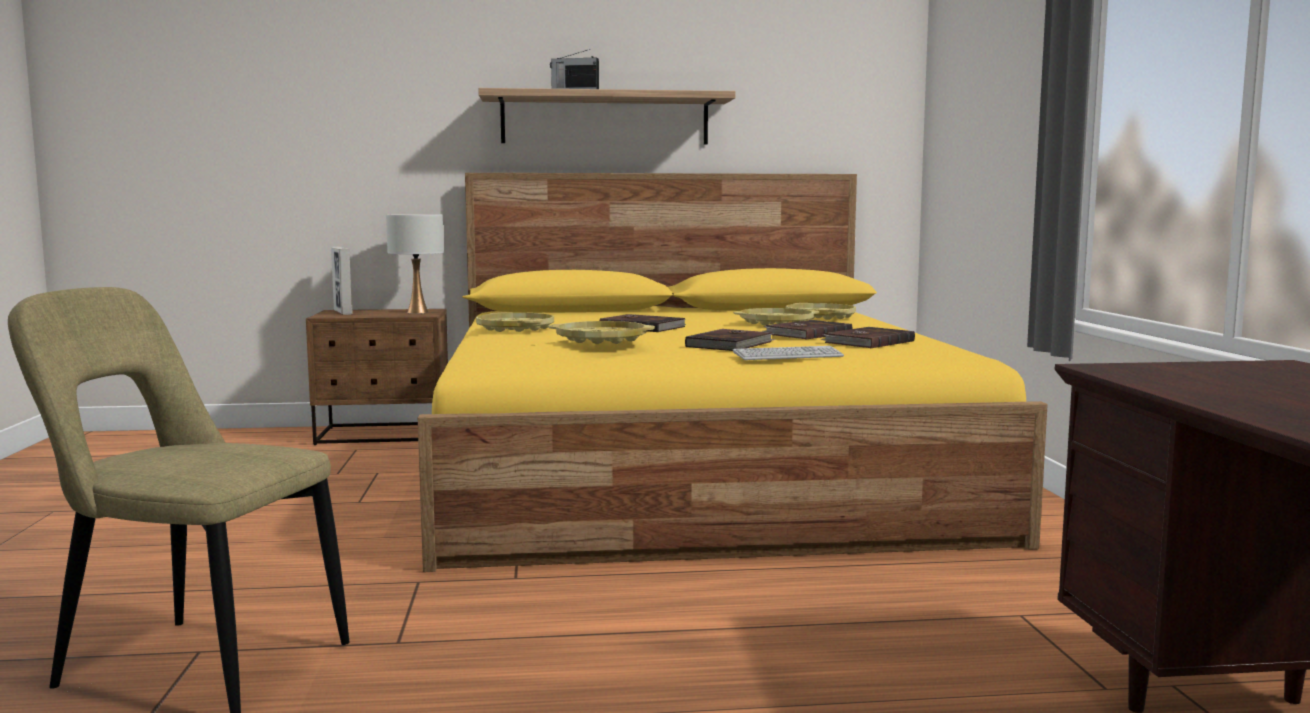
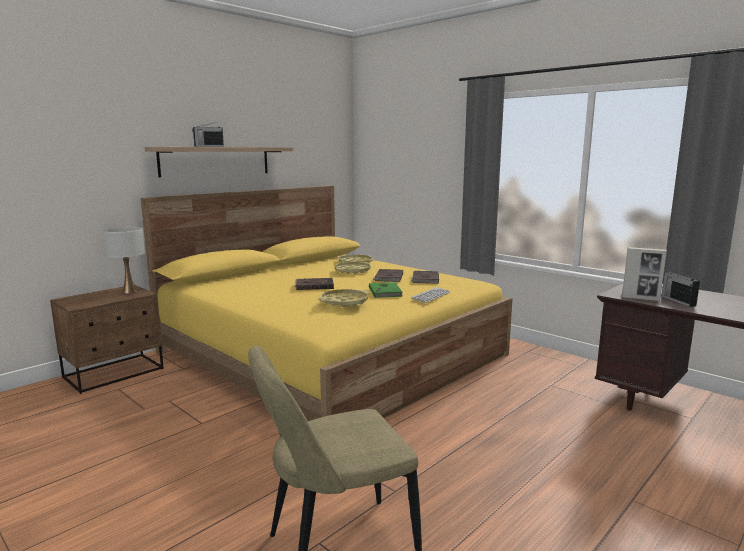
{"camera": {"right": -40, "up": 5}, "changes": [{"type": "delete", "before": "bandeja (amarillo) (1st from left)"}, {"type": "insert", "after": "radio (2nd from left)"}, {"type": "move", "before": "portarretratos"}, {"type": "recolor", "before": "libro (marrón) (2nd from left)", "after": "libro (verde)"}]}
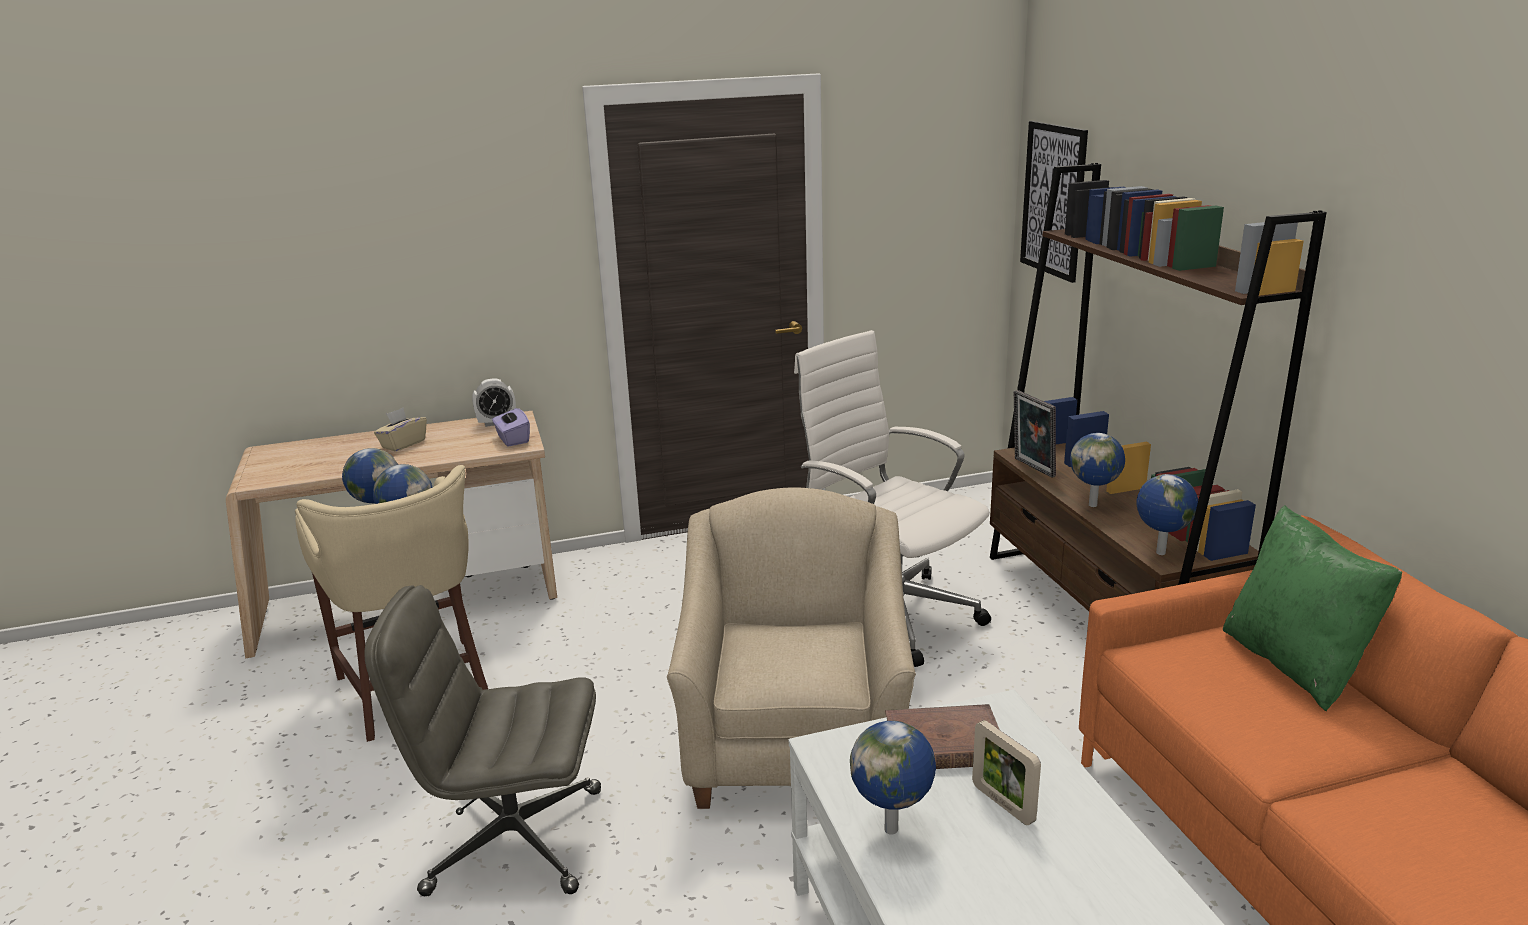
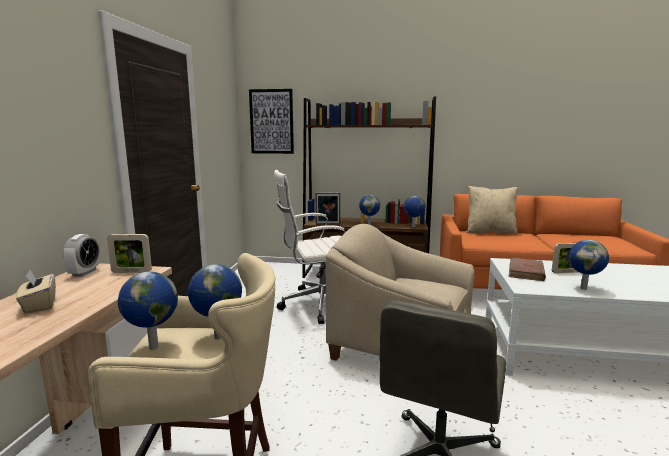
{"camera": {"right": -65, "up": -10}, "changes": [{"type": "replace", "before": "caja de pañuelos (morado)", "after": "portarretratos (1st from left)"}, {"type": "recolor", "before": "cojín (verde)", "after": "cojín (beis)"}]}
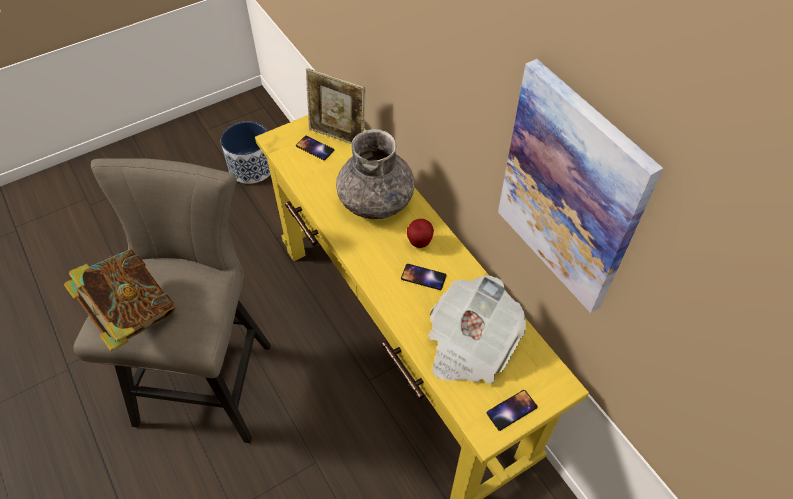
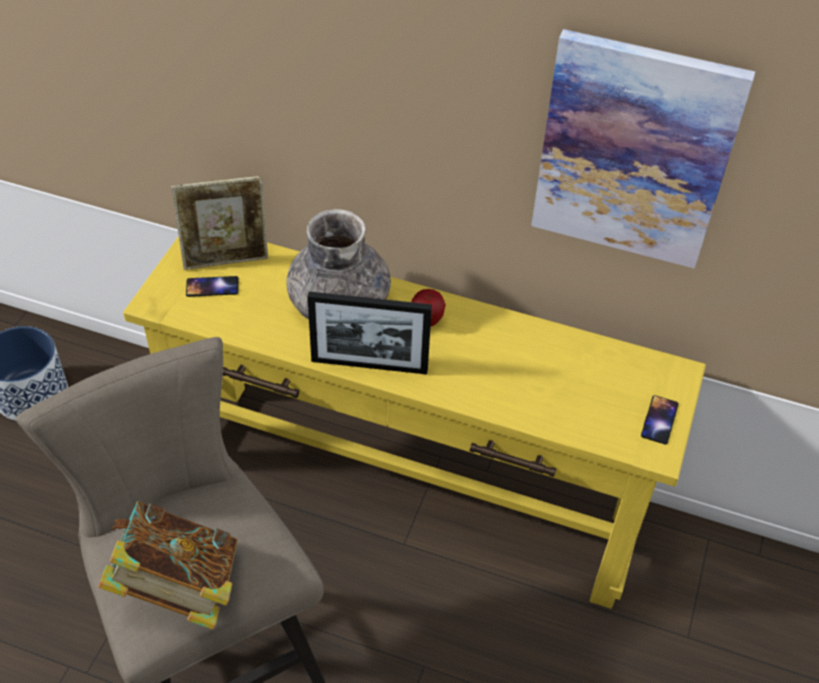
{"camera": {"right": -40, "up": -5}, "changes": [{"type": "delete", "before": "móvil (2nd from left)"}, {"type": "delete", "before": "periódico"}, {"type": "insert", "after": "portarretratos (2nd from left)"}]}
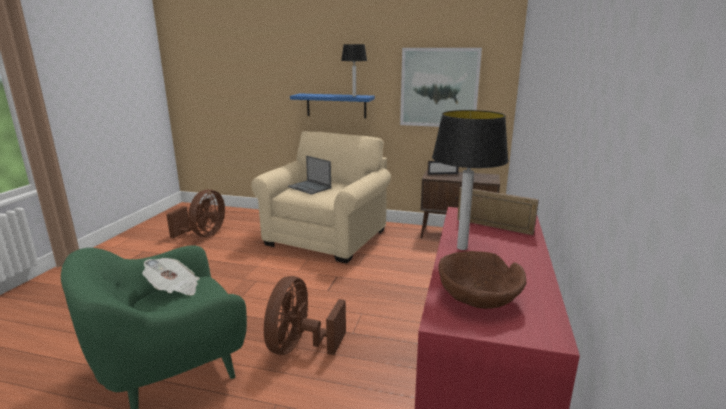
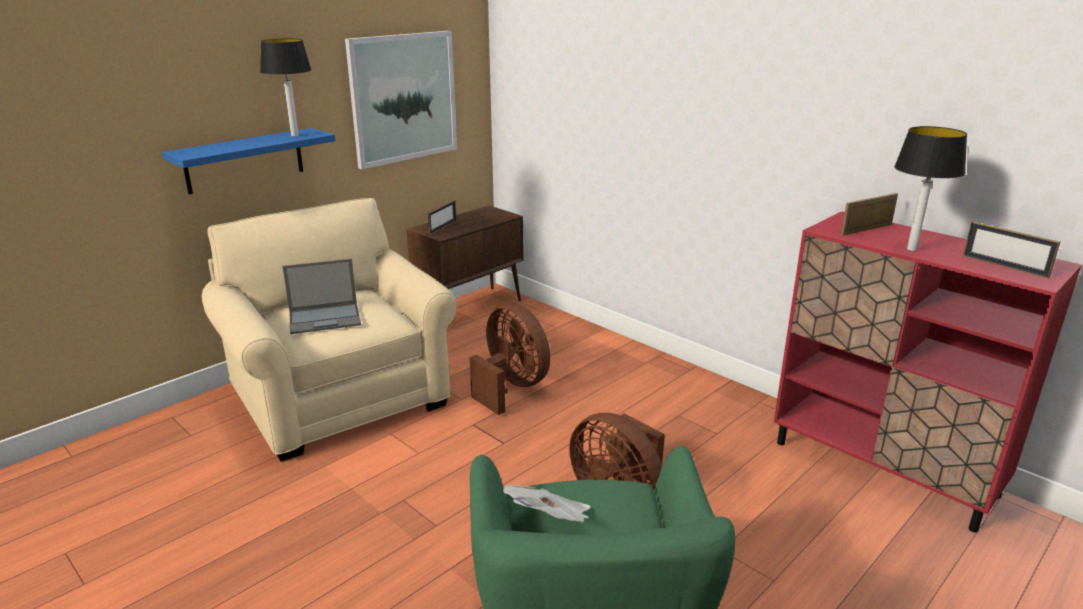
{"camera": {"right": -60, "up": 5}, "changes": [{"type": "move", "before": "ventilador (marrón) (1st from left)"}, {"type": "replace", "before": "cuenco (marrón)", "after": "portarretratos (3rd from left)"}]}
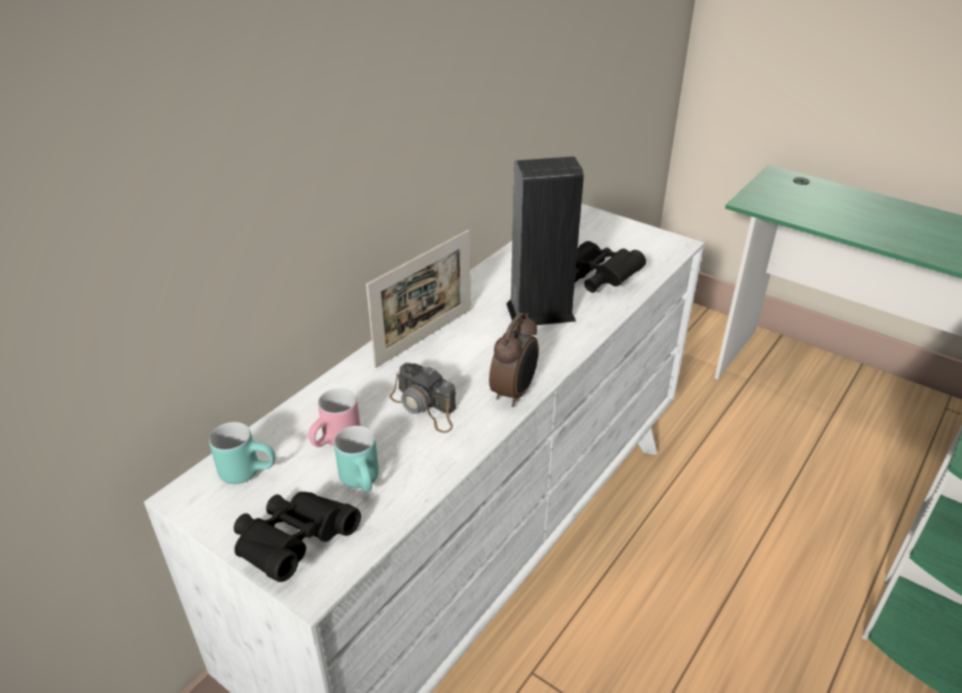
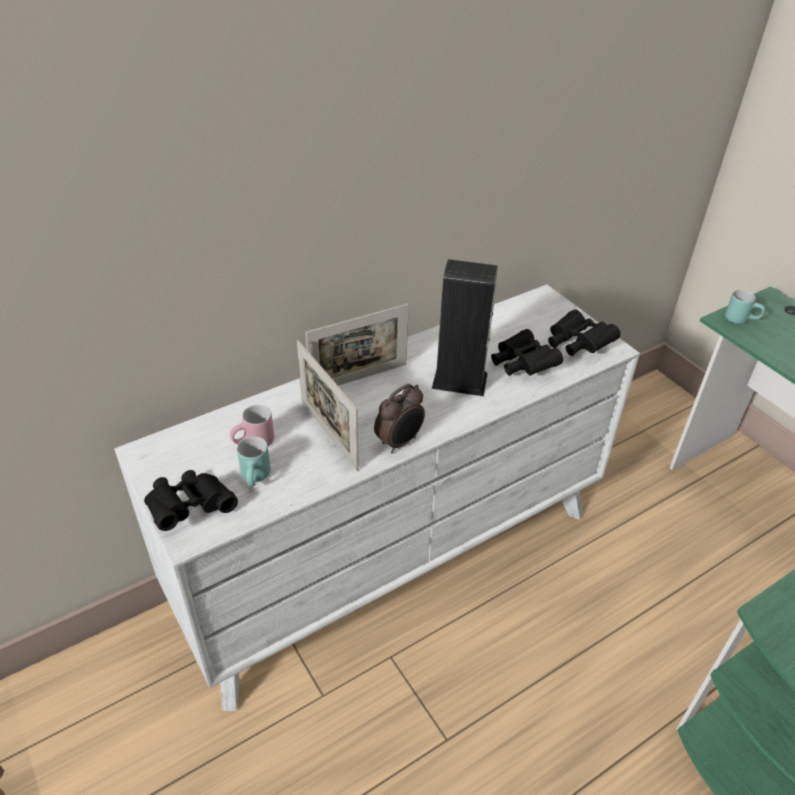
{"camera": {"right": 20, "up": 5}, "changes": [{"type": "insert", "after": "prismáticos (negro) (3rd from left)"}, {"type": "move", "before": "taza grande (turquesa) (1st from left in the first image)", "after": "taza grande (turquesa) (2nd from left)"}, {"type": "replace", "before": "cámara", "after": "portarretratos (1st from left)"}]}
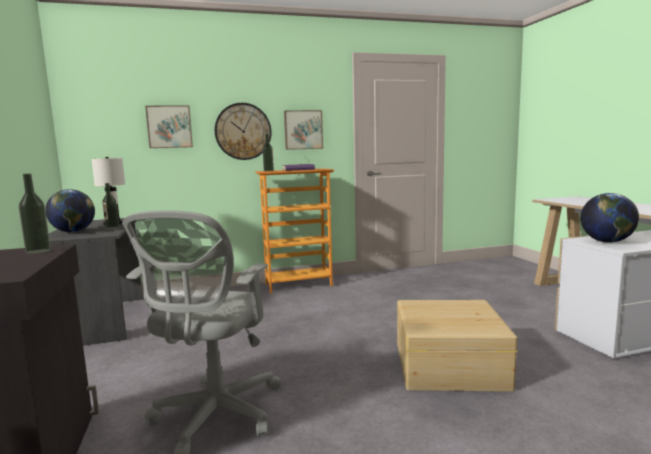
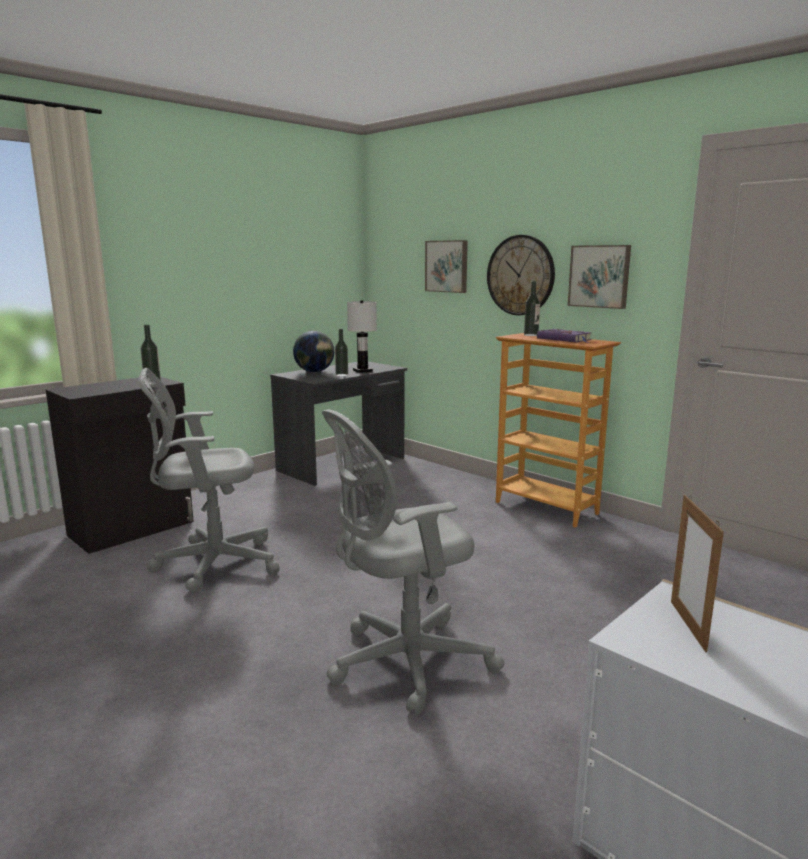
{"camera": {"right": 60, "up": 5}, "changes": [{"type": "replace", "before": "caja de almacenaje (beis)", "after": "silla de oficina (gris) (2nd from left)"}, {"type": "replace", "before": "globo terráqueo (2nd from left)", "after": "portarretratos"}]}
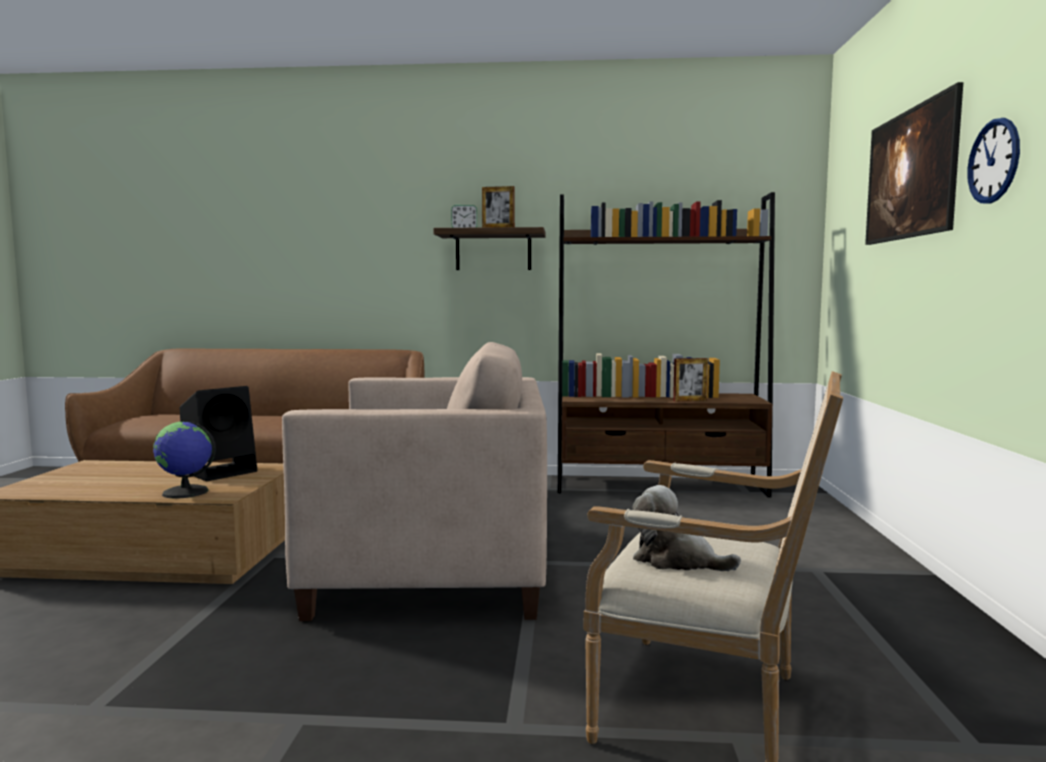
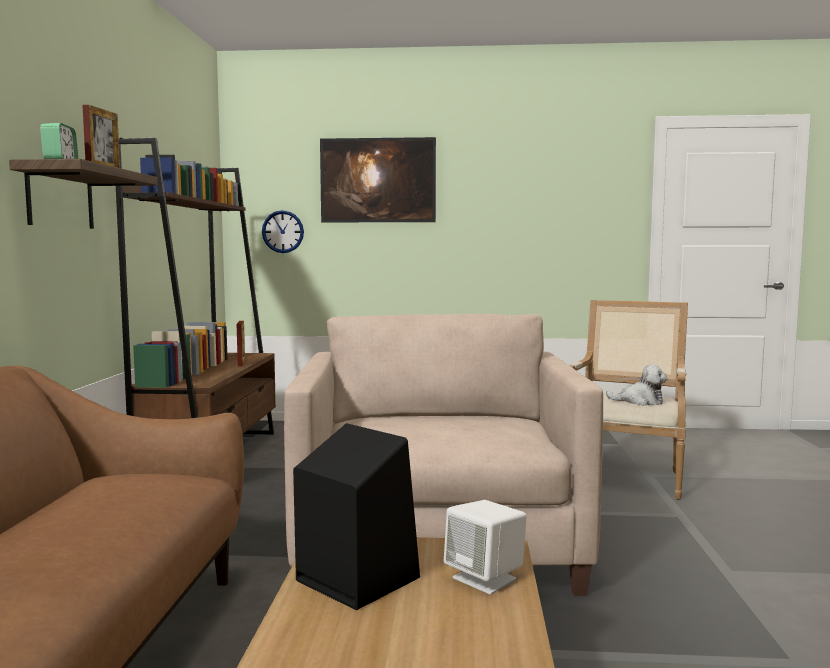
{"camera": {"right": -90, "up": 0}, "changes": [{"type": "move", "before": "reloj de pared"}, {"type": "replace", "before": "globo terráqueo", "after": "altavoz (blanco)"}, {"type": "rotate", "before": "peluche", "turn": -105}]}
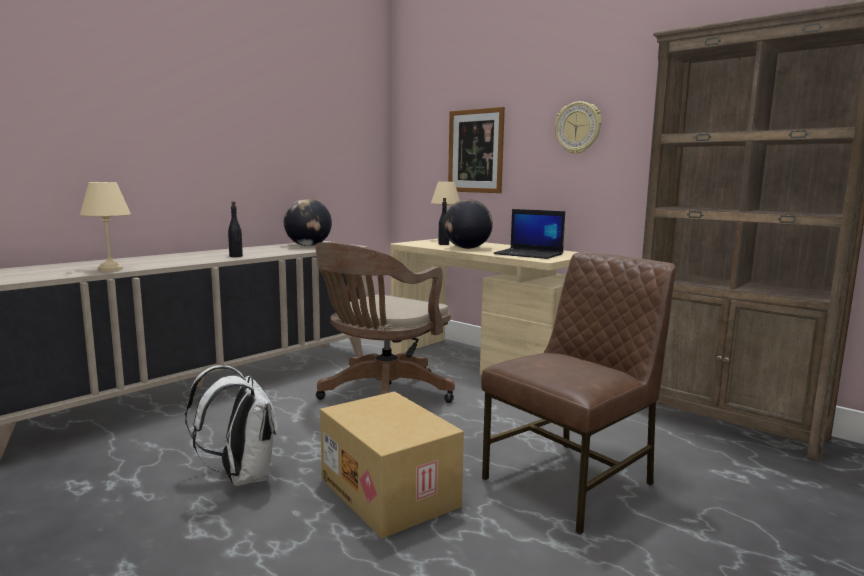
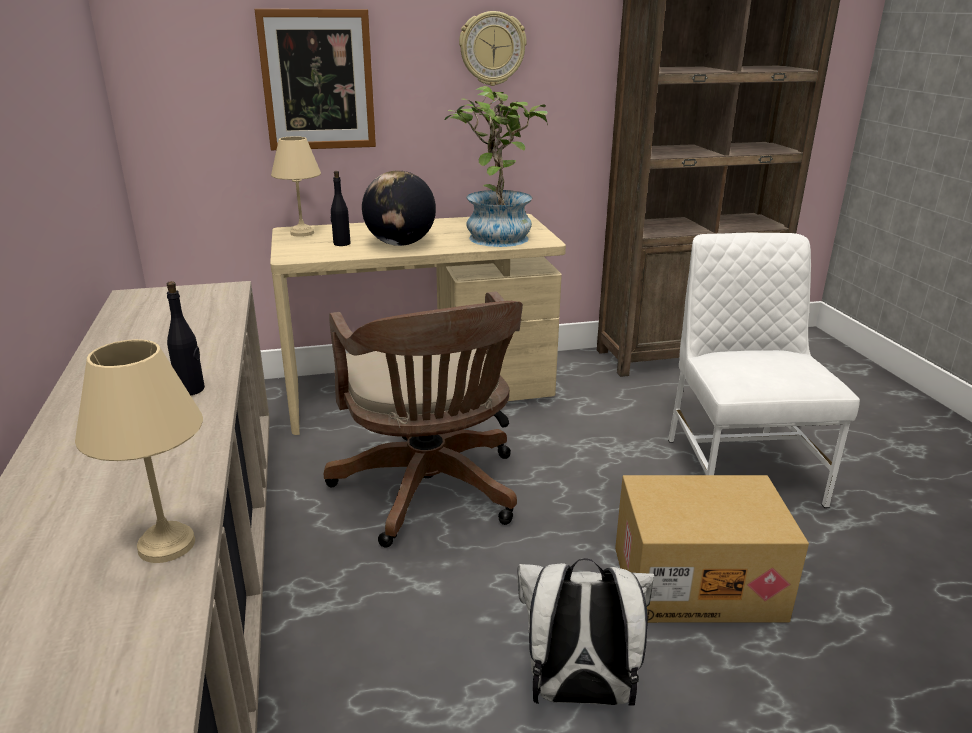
{"camera": {"right": -55, "up": 15}, "changes": [{"type": "delete", "before": "globo terráqueo (1st from left)"}, {"type": "replace", "before": "portátil", "after": "planta en maceta"}, {"type": "recolor", "before": "silla (marrón)", "after": "silla (blanco)"}]}
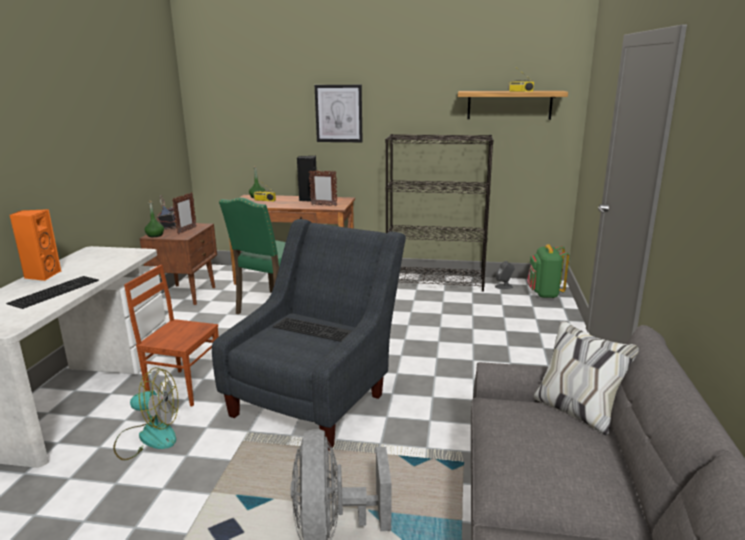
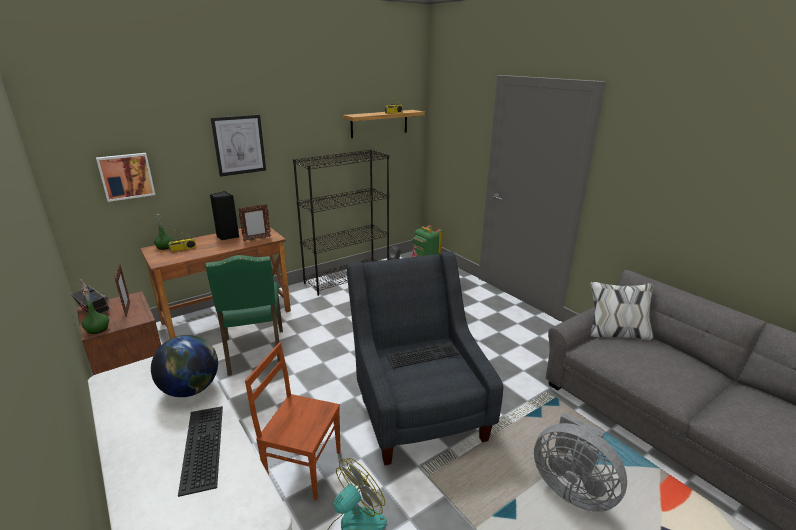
{"camera": {"right": -45, "up": 5}, "changes": [{"type": "delete", "before": "altavoz (naranja)"}, {"type": "insert", "after": "cuadro (1st from left)"}, {"type": "insert", "after": "globo terráqueo"}, {"type": "rotate", "before": "silla (marrón)", "turn": 45}]}
